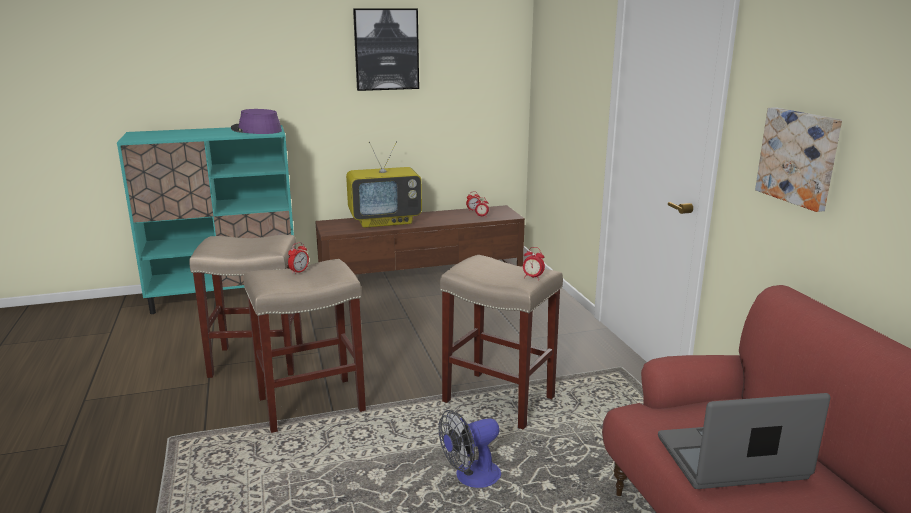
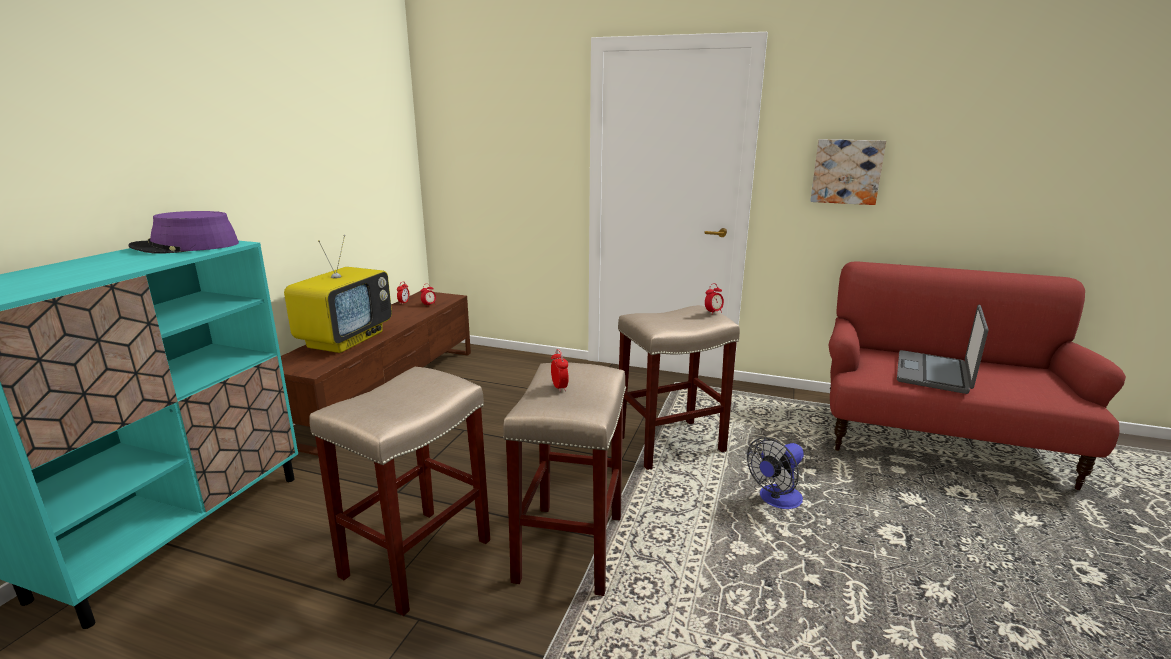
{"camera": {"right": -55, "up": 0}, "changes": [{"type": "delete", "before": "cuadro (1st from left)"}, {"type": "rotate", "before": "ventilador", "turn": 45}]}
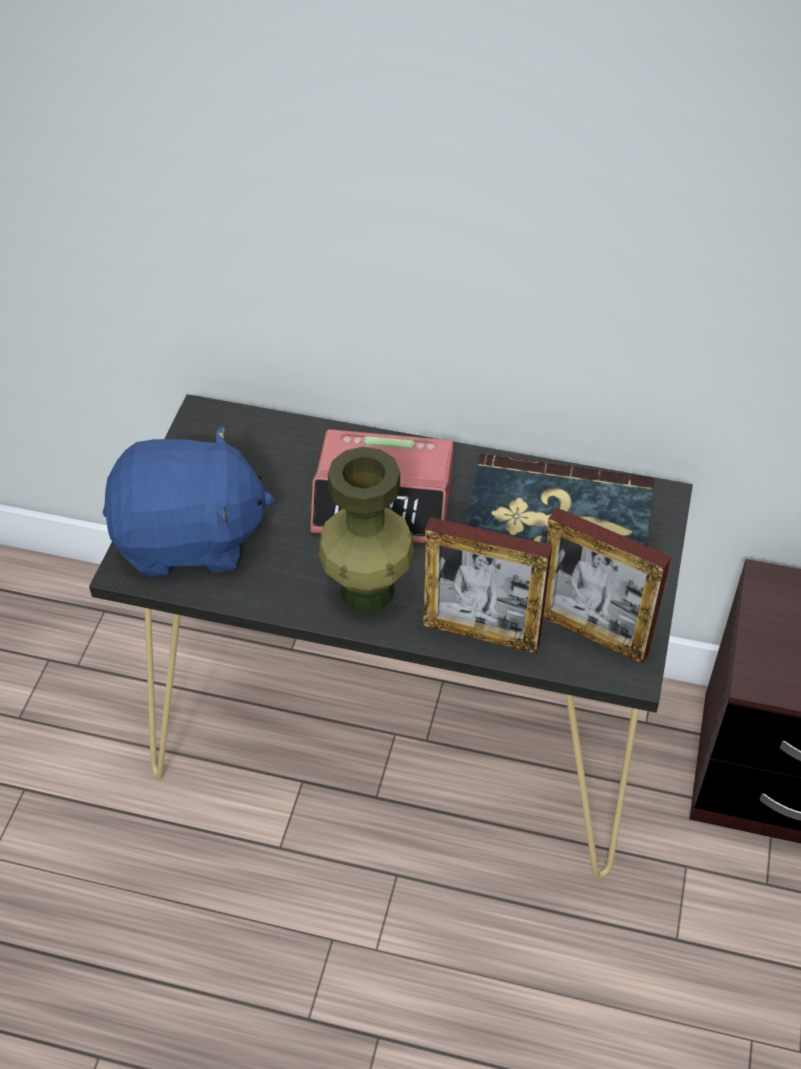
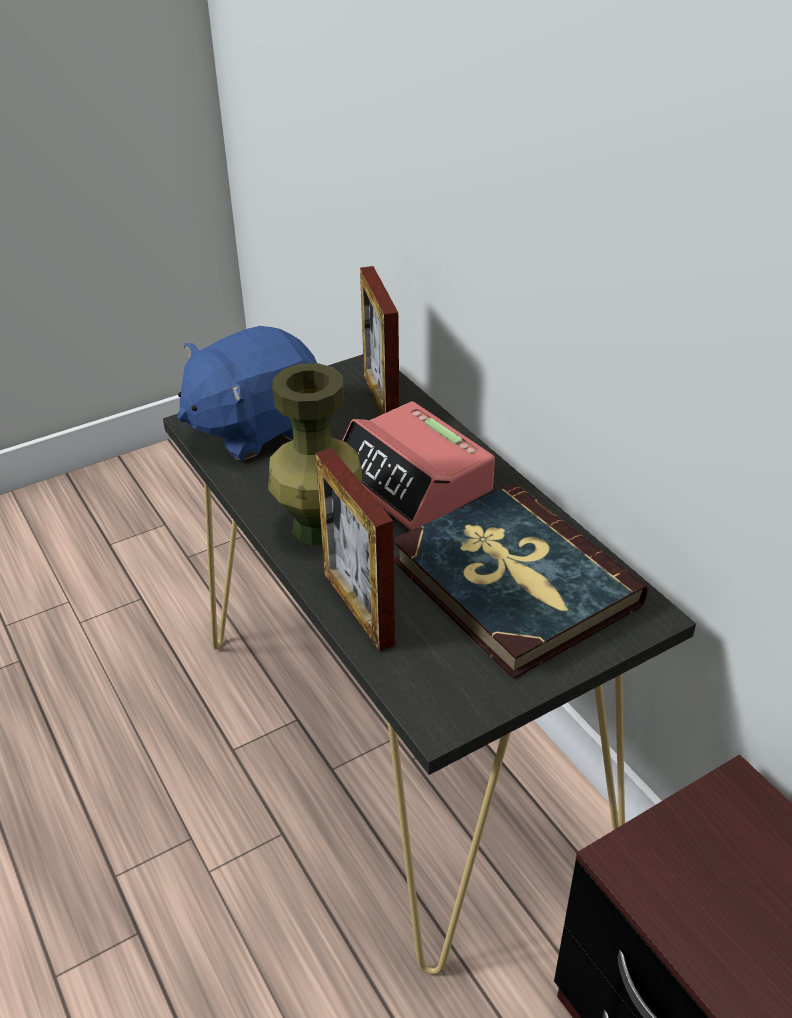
{"camera": {"right": 45, "up": -10}, "changes": [{"type": "move", "before": "portarretratos (2nd from left)"}, {"type": "rotate", "before": "peluche (azul)", "turn": 105}]}
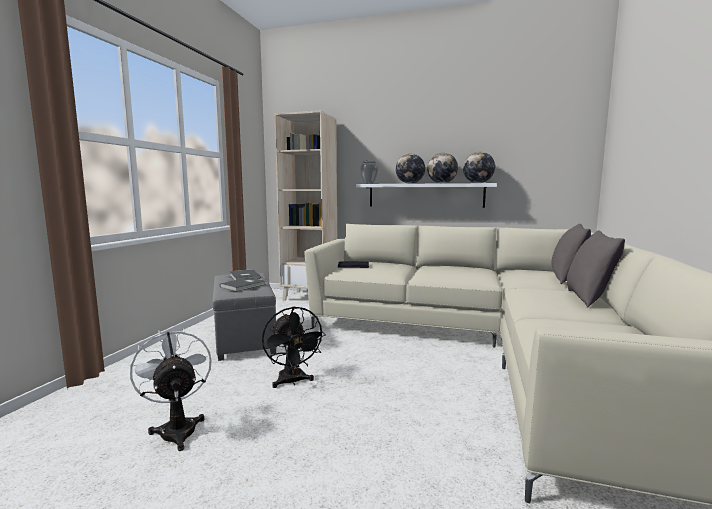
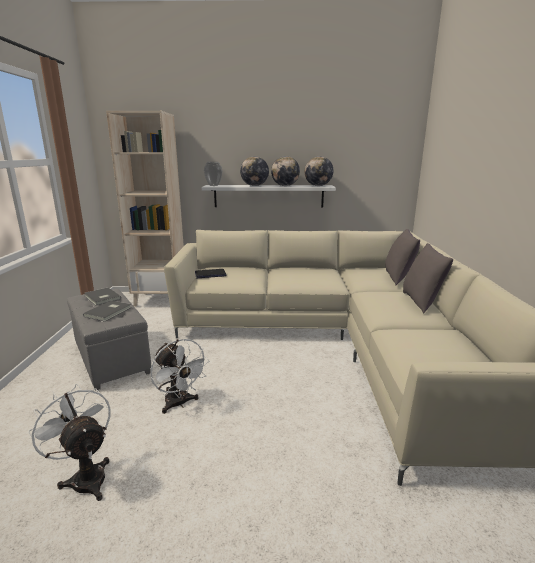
{"camera": {"right": -15, "up": 10}, "changes": [{"type": "recolor", "before": "ventilador (negro)", "after": "ventilador (blanco) (2nd from left)"}]}
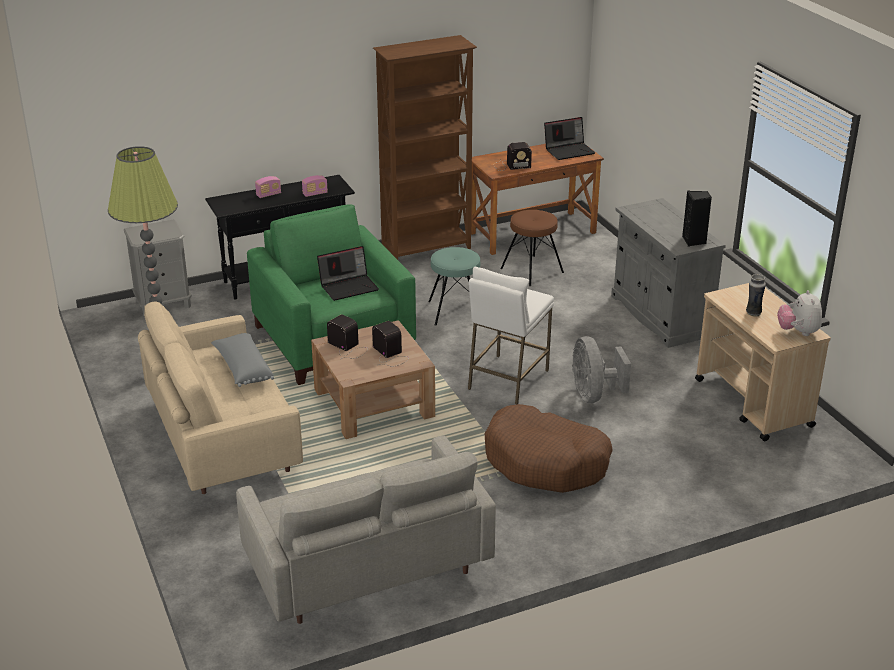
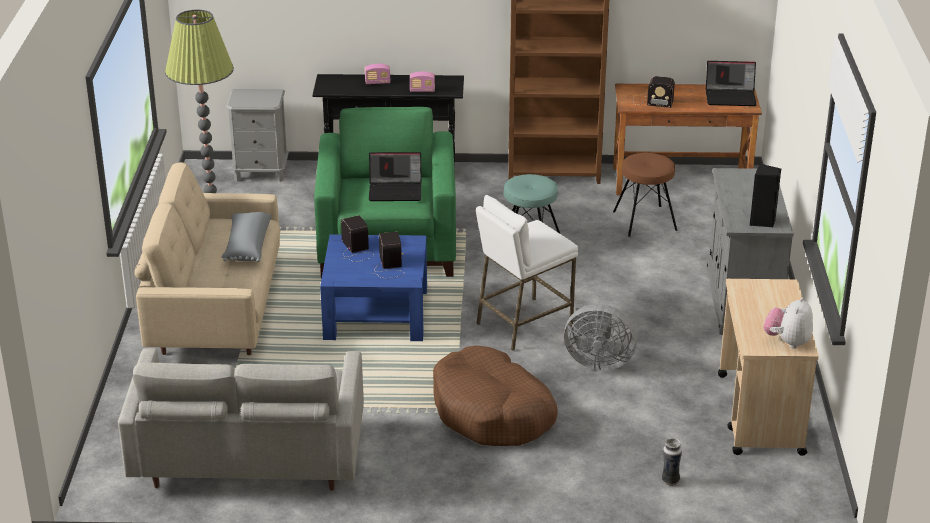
{"camera": {"right": 25, "up": 0}, "changes": [{"type": "move", "before": "florero"}, {"type": "recolor", "before": "mesa de centro (marrón)", "after": "mesa de centro (azul)"}, {"type": "rotate", "before": "ventilador (gris)", "turn": -90}]}
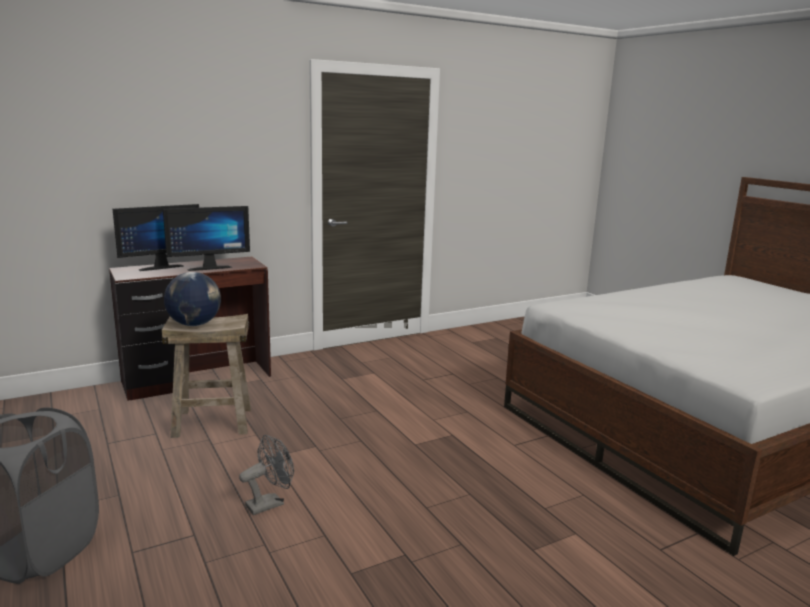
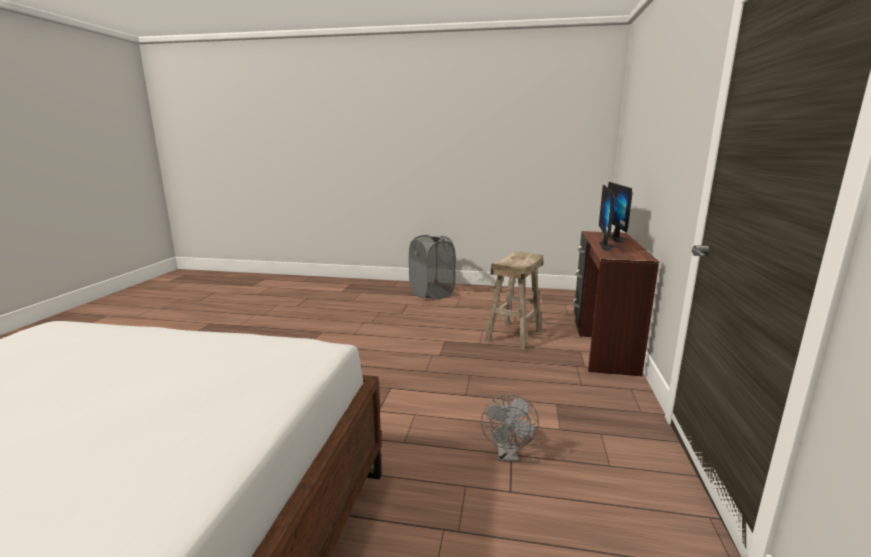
{"camera": {"right": 130, "up": 0}, "changes": [{"type": "delete", "before": "globo terráqueo"}, {"type": "move", "before": "ventilador (gris)"}]}
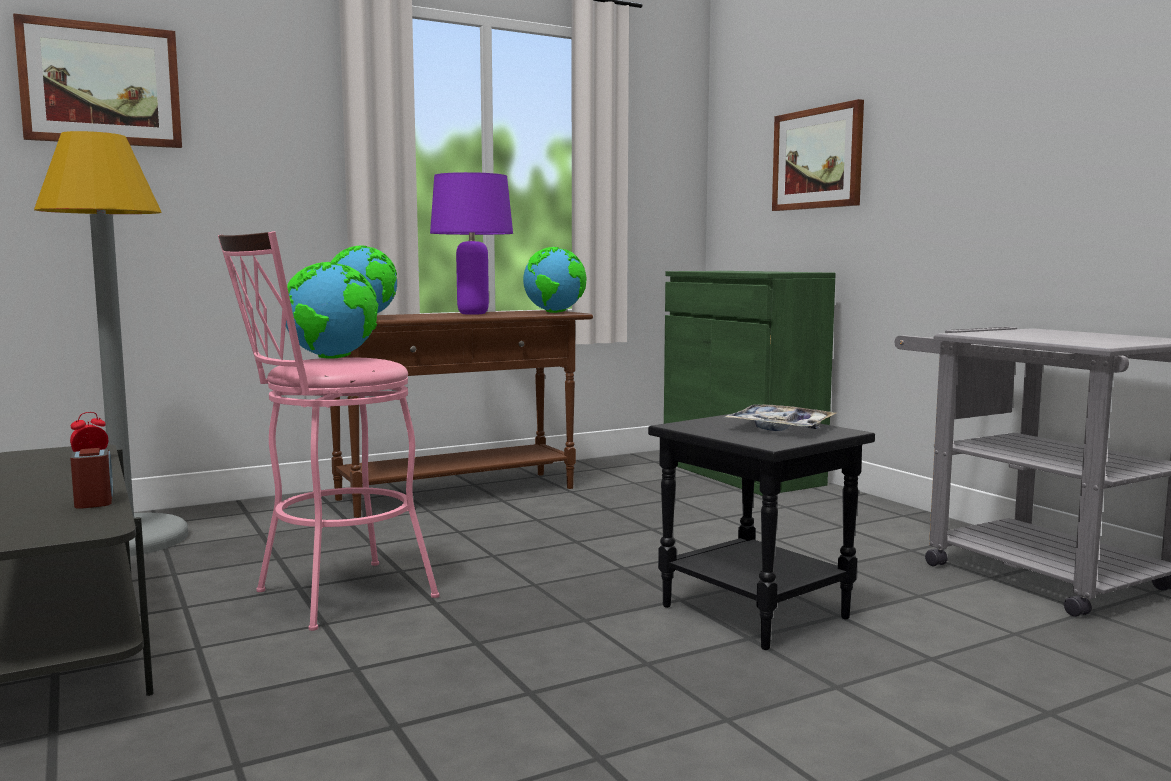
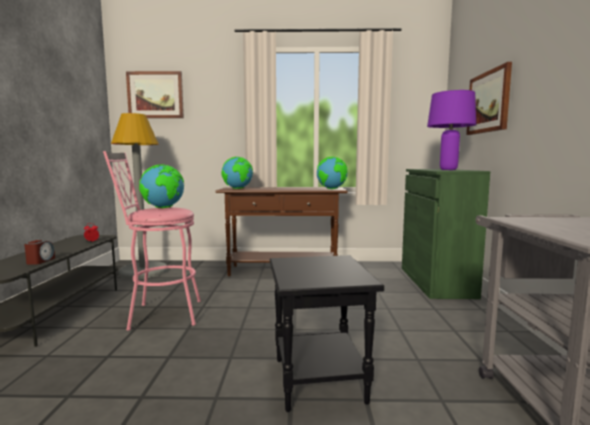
{"camera": {"right": 30, "up": 0}, "changes": [{"type": "delete", "before": "bandeja"}, {"type": "move", "before": "lámpara de mesa (morado)"}]}
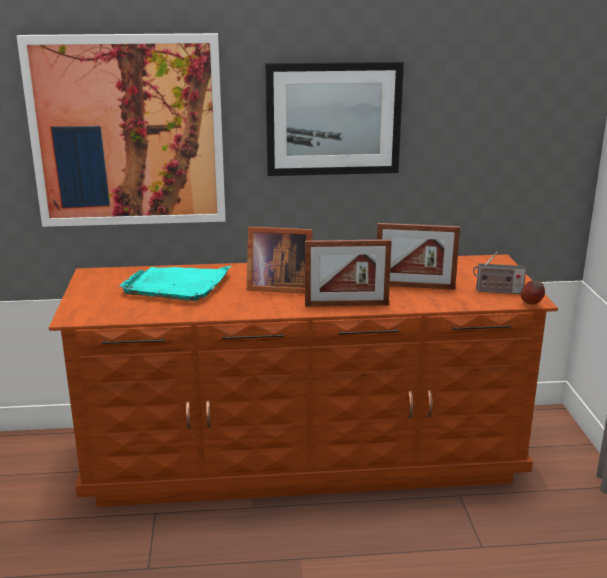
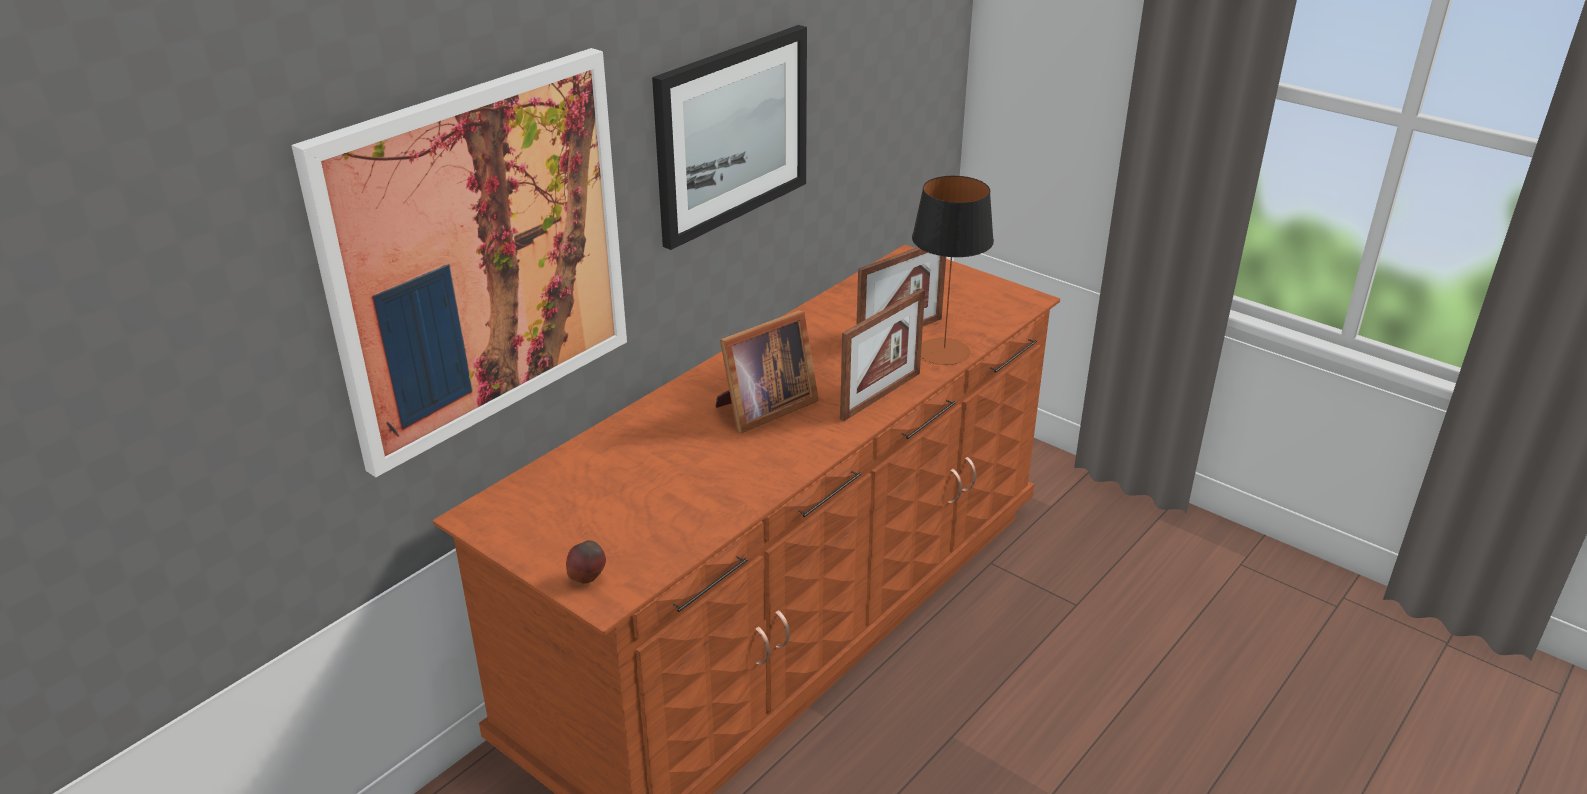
{"camera": {"right": -45, "up": 10}, "changes": [{"type": "delete", "before": "bandeja (turquesa)"}, {"type": "delete", "before": "radio"}, {"type": "insert", "after": "lámpara de mesa"}, {"type": "move", "before": "manzana"}]}
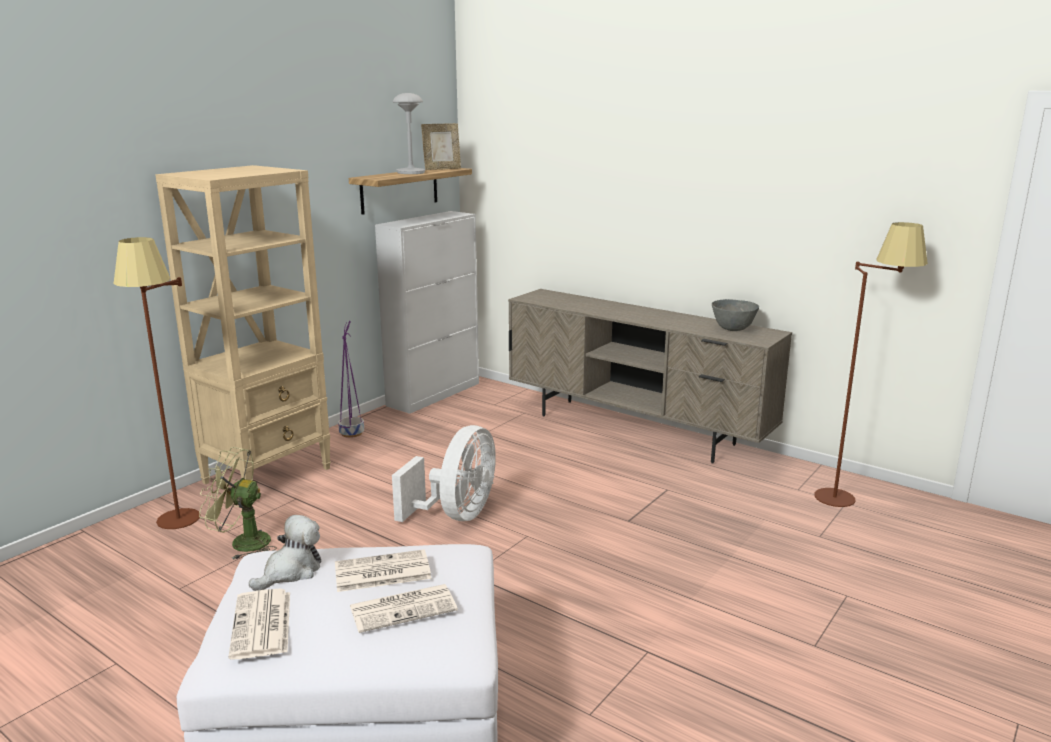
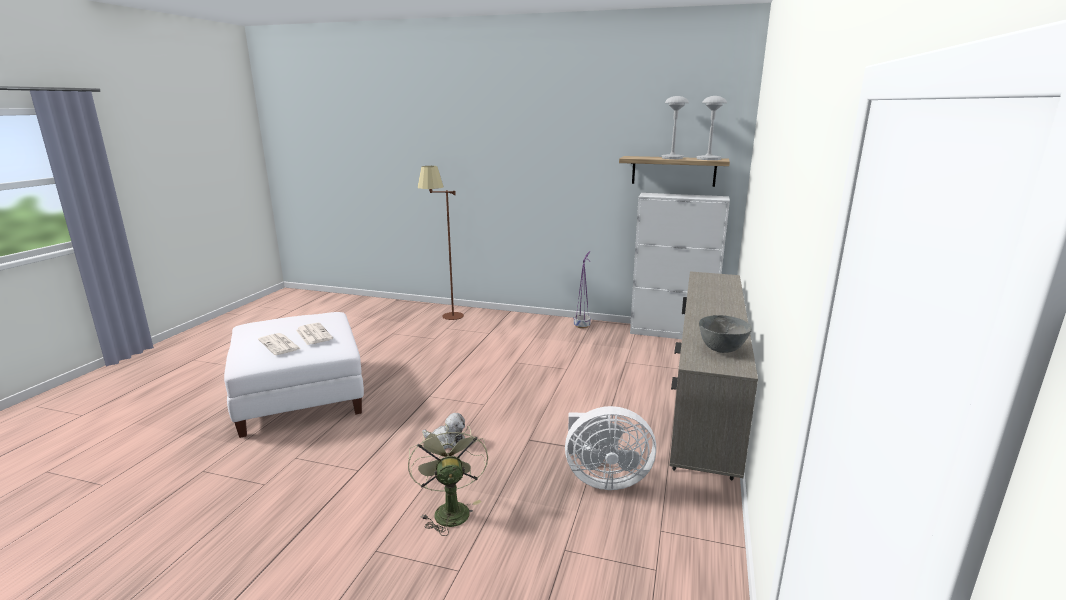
{"camera": {"right": 70, "up": 0}, "changes": [{"type": "delete", "before": "estantería (beis)"}, {"type": "delete", "before": "periódico (1st from left)"}, {"type": "delete", "before": "lámpara de pie (marrón) (2nd from left)"}, {"type": "move", "before": "ventilador (verde)"}, {"type": "move", "before": "peluche"}, {"type": "move", "before": "ventilador (blanco)"}, {"type": "replace", "before": "portarretratos", "after": "lámpara de mesa (gris) (2nd from left)"}]}
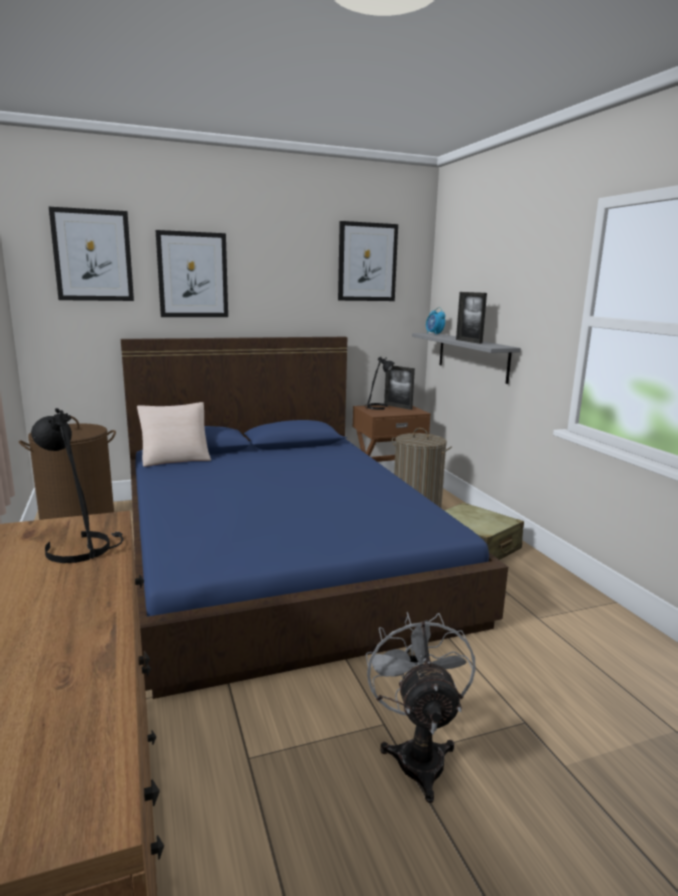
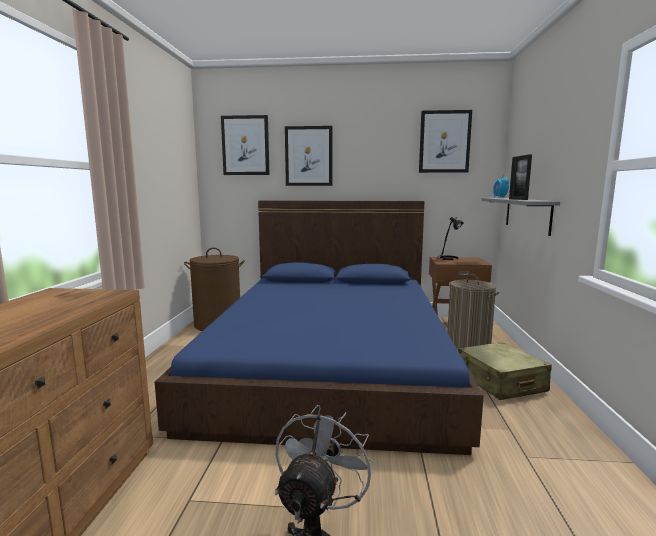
{"camera": {"right": 25, "up": -5}, "changes": [{"type": "delete", "before": "lámpara de mesa (negro) (1st from left)"}, {"type": "delete", "before": "cojín (beis)"}, {"type": "delete", "before": "portarretratos (1st from left)"}]}
